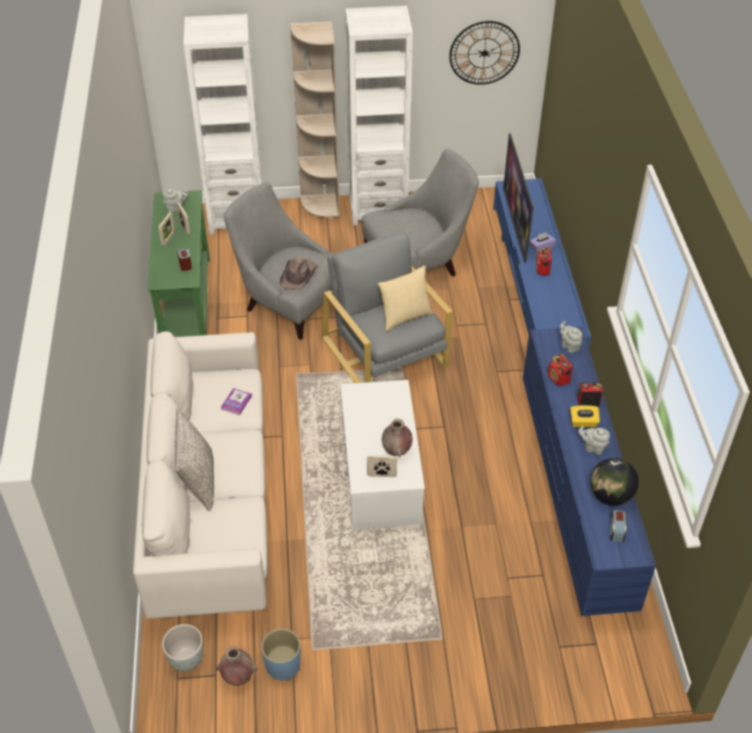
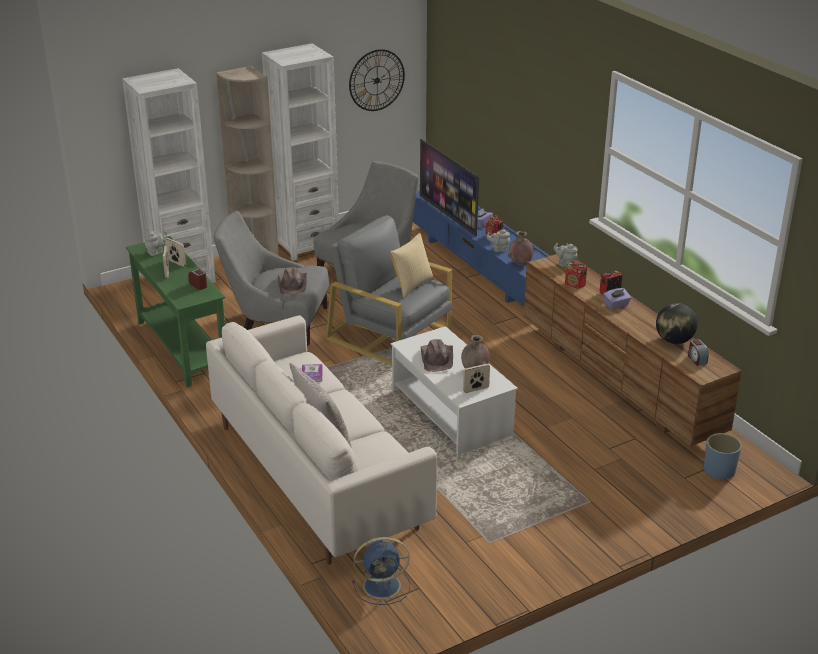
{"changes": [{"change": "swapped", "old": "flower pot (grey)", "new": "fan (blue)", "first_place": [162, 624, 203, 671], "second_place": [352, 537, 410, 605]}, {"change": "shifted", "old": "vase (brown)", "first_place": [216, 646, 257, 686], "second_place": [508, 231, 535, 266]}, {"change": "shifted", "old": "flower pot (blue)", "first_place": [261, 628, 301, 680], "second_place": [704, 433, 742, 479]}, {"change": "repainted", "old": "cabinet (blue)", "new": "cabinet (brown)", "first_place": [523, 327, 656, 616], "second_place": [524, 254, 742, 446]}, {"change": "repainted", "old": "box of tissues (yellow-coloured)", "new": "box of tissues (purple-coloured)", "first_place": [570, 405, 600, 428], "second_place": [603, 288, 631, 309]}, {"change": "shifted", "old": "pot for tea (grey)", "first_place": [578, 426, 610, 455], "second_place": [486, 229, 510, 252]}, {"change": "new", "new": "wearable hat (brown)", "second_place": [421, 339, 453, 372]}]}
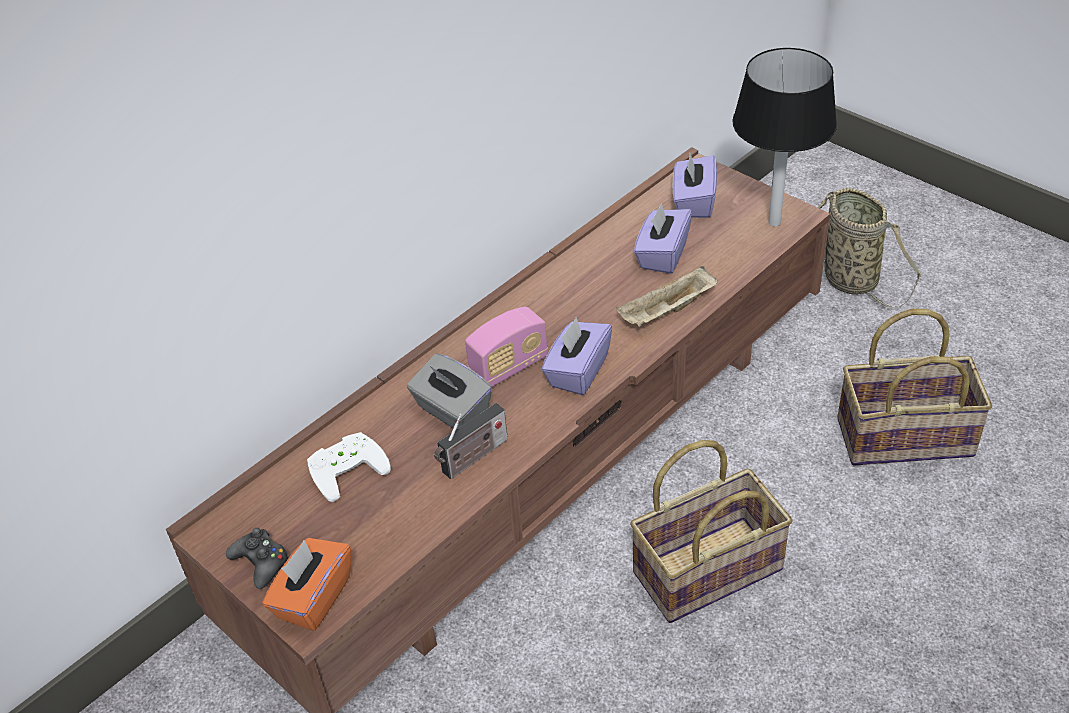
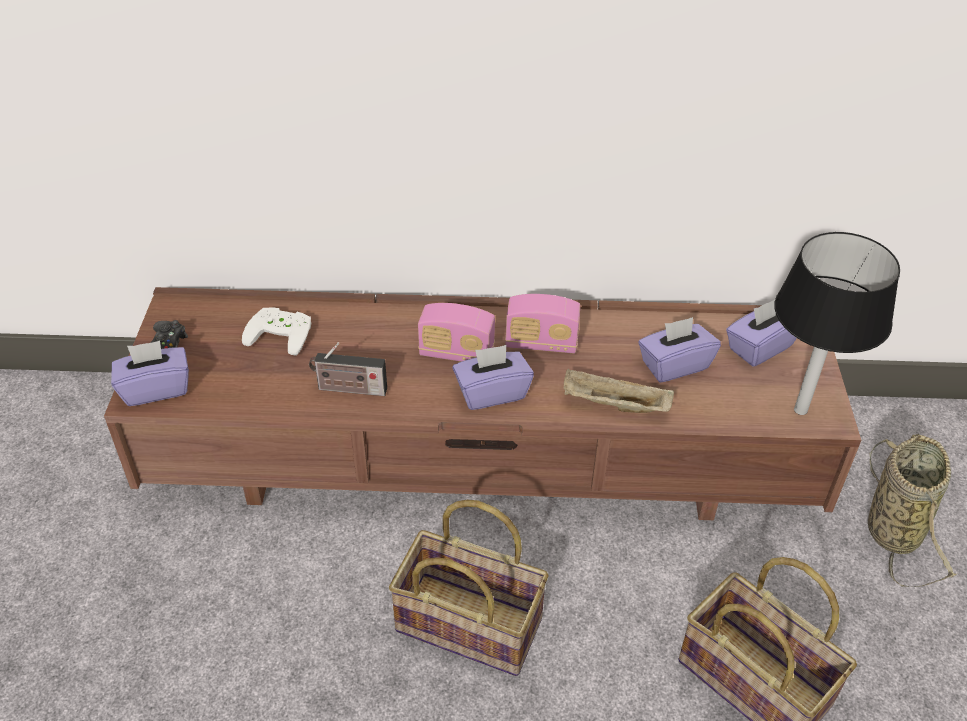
{"changes": [{"change": "repainted", "old": "box of tissues (orange)", "new": "box of tissues (purple-coloured)", "first_place": [262, 538, 351, 631], "second_place": [111, 341, 189, 406]}, {"change": "gone", "old": "box of tissues (grey)", "first_place": [407, 353, 492, 429]}, {"change": "new", "new": "radio set", "second_place": [505, 294, 581, 353]}]}
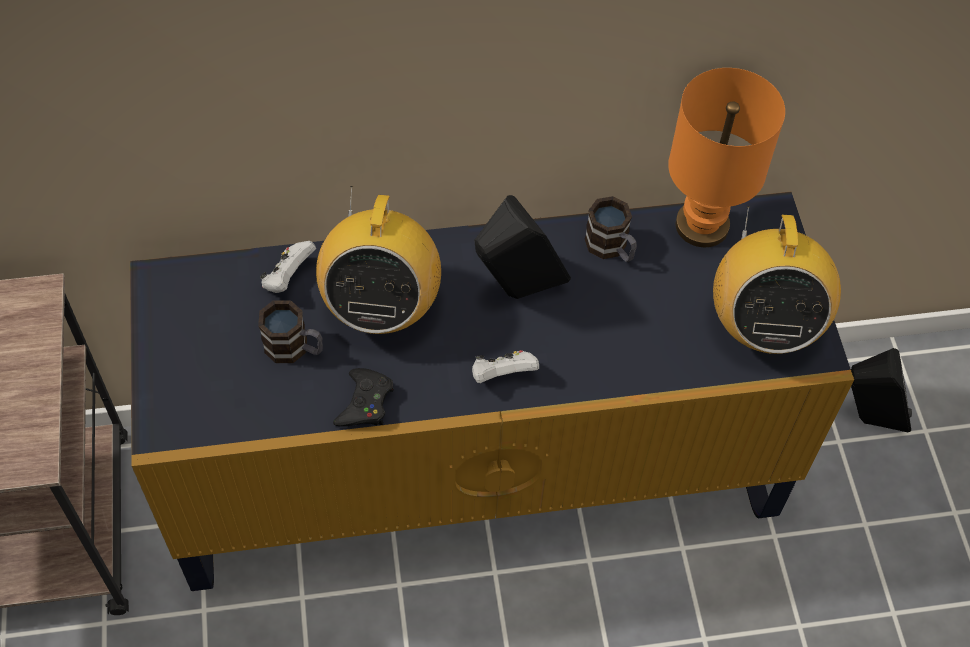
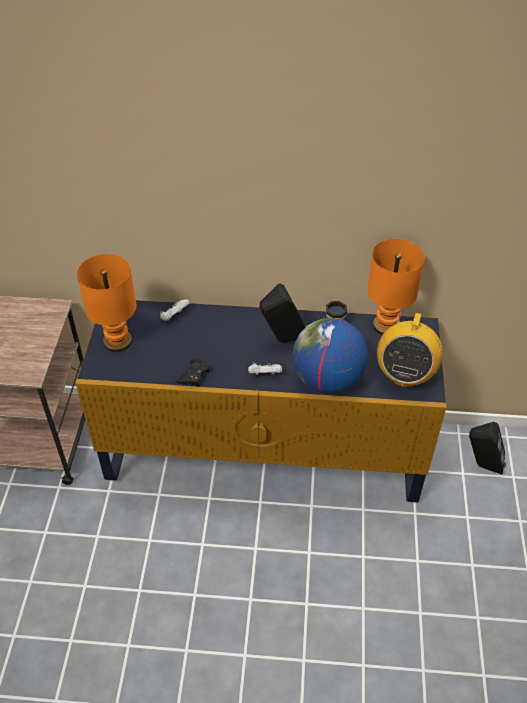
{"changes": [{"change": "gone", "old": "mug", "first_place": [258, 300, 323, 363]}, {"change": "gone", "old": "radio set", "first_place": [316, 186, 441, 334]}, {"change": "new", "new": "lamp for a table (orange)", "second_place": [77, 254, 137, 352]}, {"change": "new", "new": "globe", "second_place": [293, 318, 368, 393]}]}
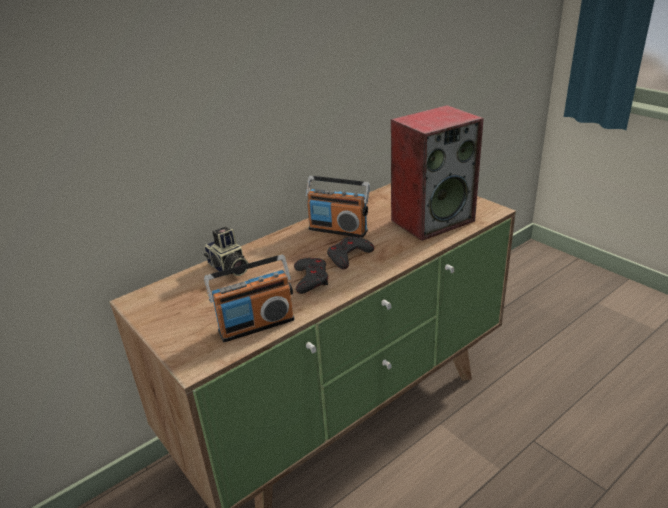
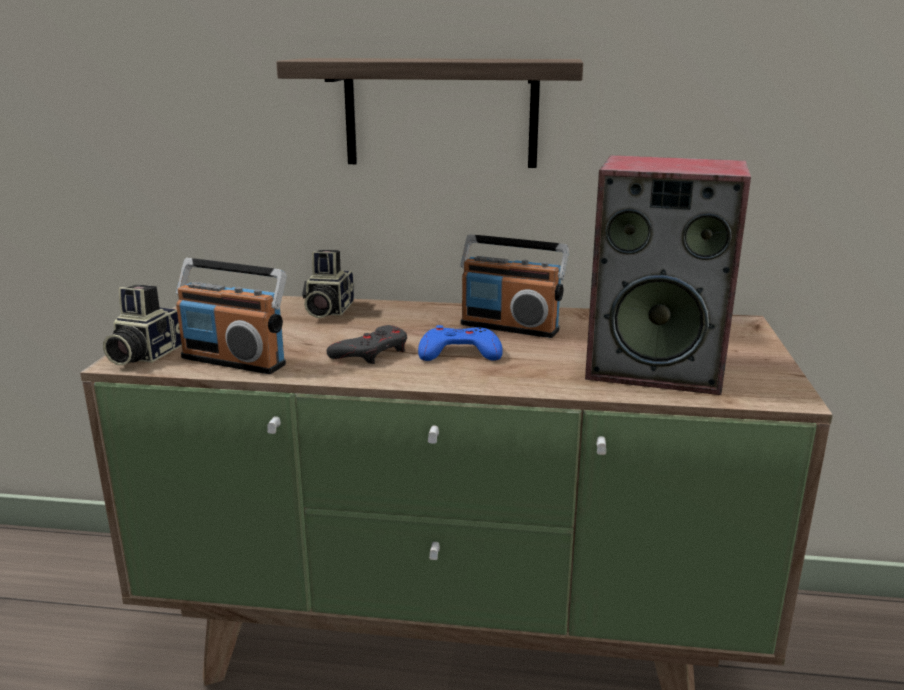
{"changes": [{"change": "rotated", "old": "radio set", "first_place": [306, 176, 370, 238], "second_place": [461, 234, 569, 338], "degrees": -45}, {"change": "repainted", "old": "game controller (grey)", "new": "game controller (blue)", "first_place": [327, 236, 374, 269], "second_place": [418, 325, 503, 361]}, {"change": "new", "new": "photo camera", "second_place": [103, 284, 182, 365]}, {"change": "new", "new": "bracket shelf", "second_place": [276, 58, 583, 168]}]}
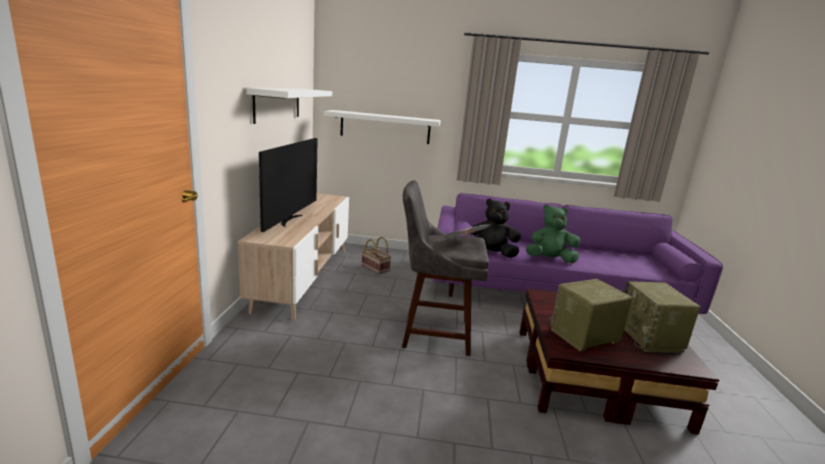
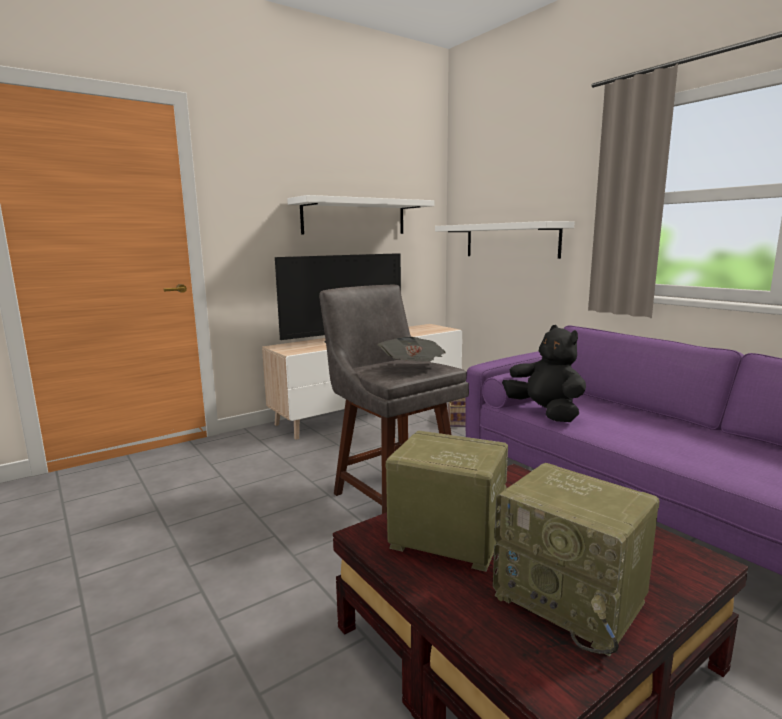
{"changes": [{"change": "gone", "old": "soft toy (green)", "first_place": [526, 205, 580, 263]}, {"change": "rotated", "old": "radio set", "first_place": [624, 281, 700, 353], "second_place": [493, 463, 660, 657], "degrees": -90}]}
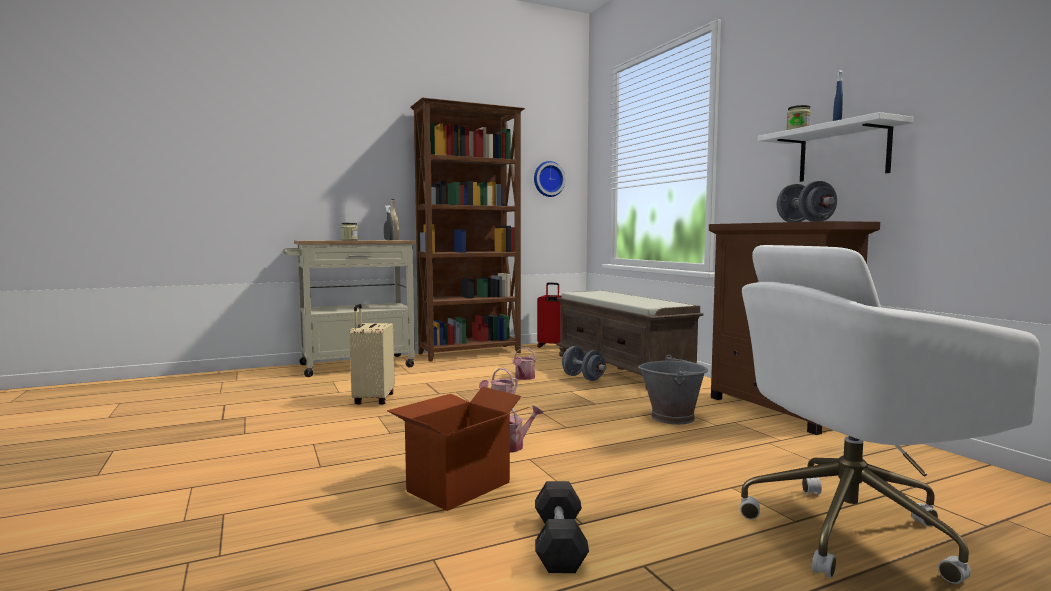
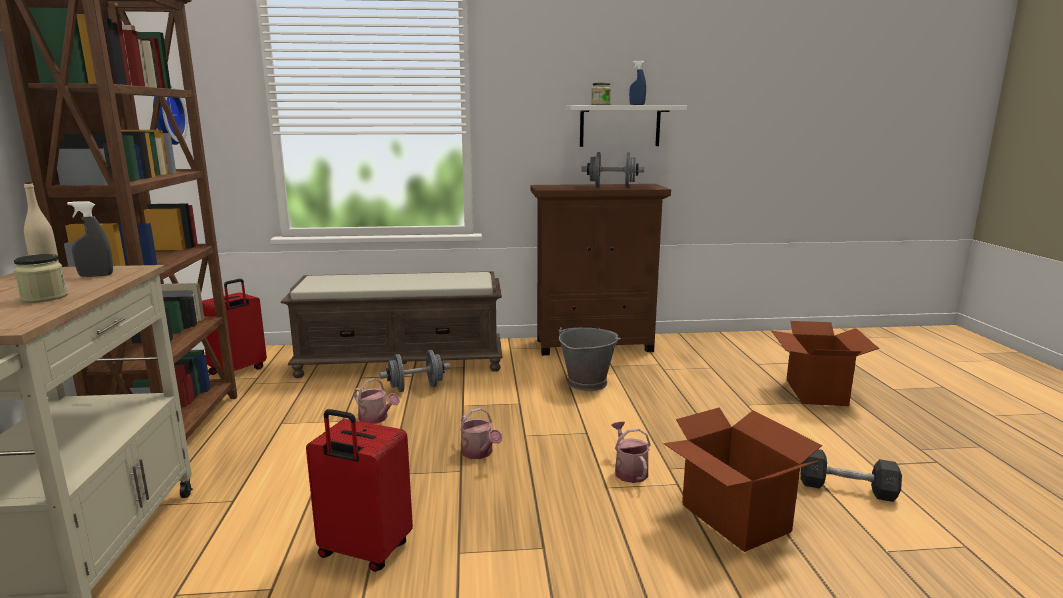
{"changes": [{"change": "repainted", "old": "travel case (beige-coloured)", "new": "travel case (red-coloured)", "first_place": [350, 304, 395, 405], "second_place": [306, 409, 413, 572]}, {"change": "swapped", "old": "computer chair (white-coloured)", "new": "packing box", "first_place": [740, 245, 1040, 584], "second_place": [771, 321, 879, 406]}]}
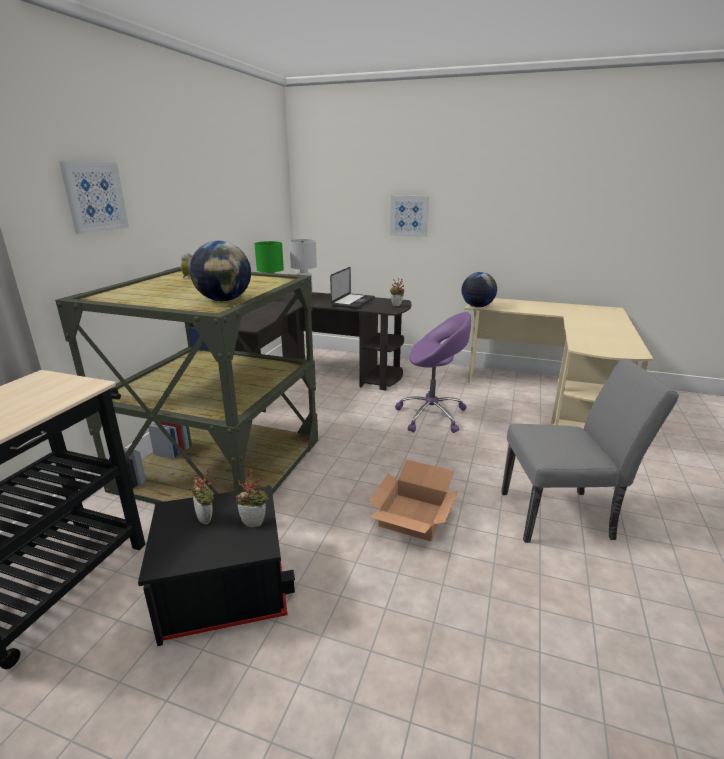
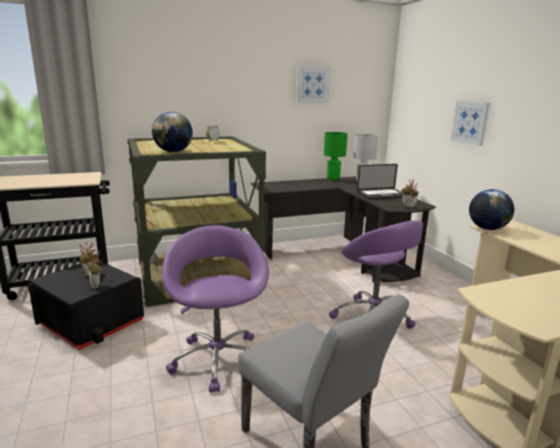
{"changes": [{"change": "shifted", "old": "wall art", "first_place": [59, 161, 129, 234], "second_place": [296, 66, 330, 103]}, {"change": "swapped", "old": "packing box", "new": "computer chair (purple-coloured)", "first_place": [369, 460, 458, 542], "second_place": [162, 225, 269, 393]}]}
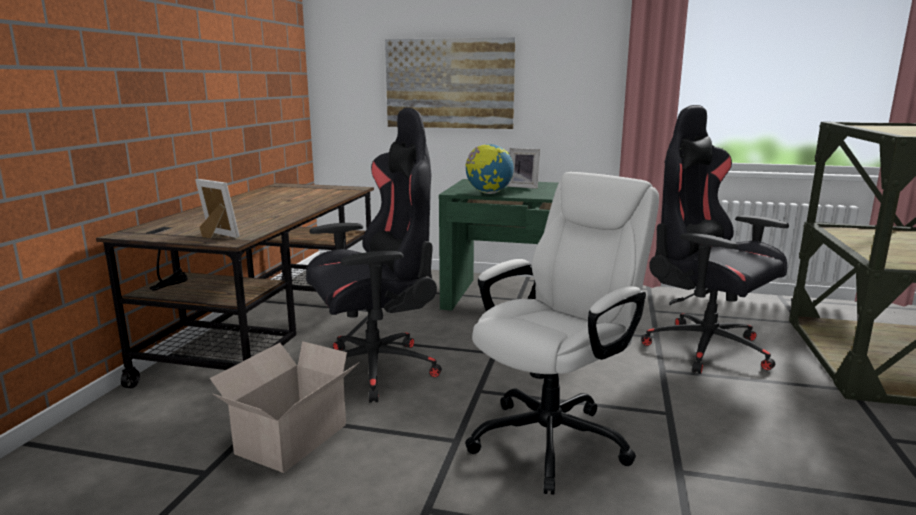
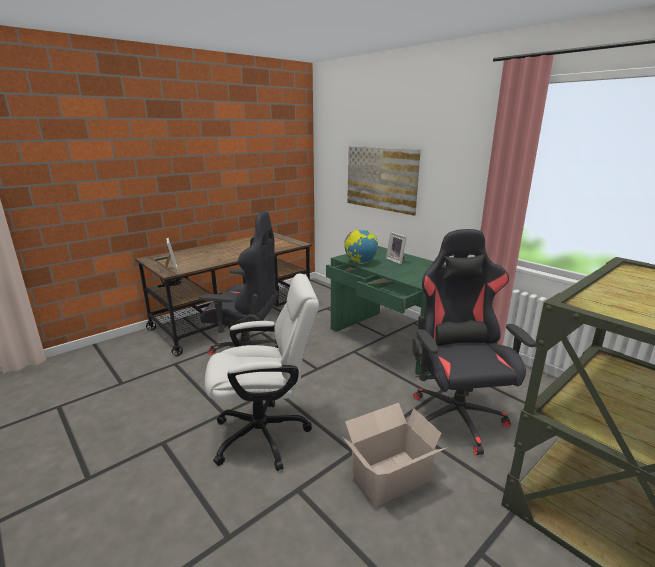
{"changes": [{"change": "shifted", "old": "packing box", "first_place": [210, 341, 358, 473], "second_place": [343, 403, 446, 507]}]}
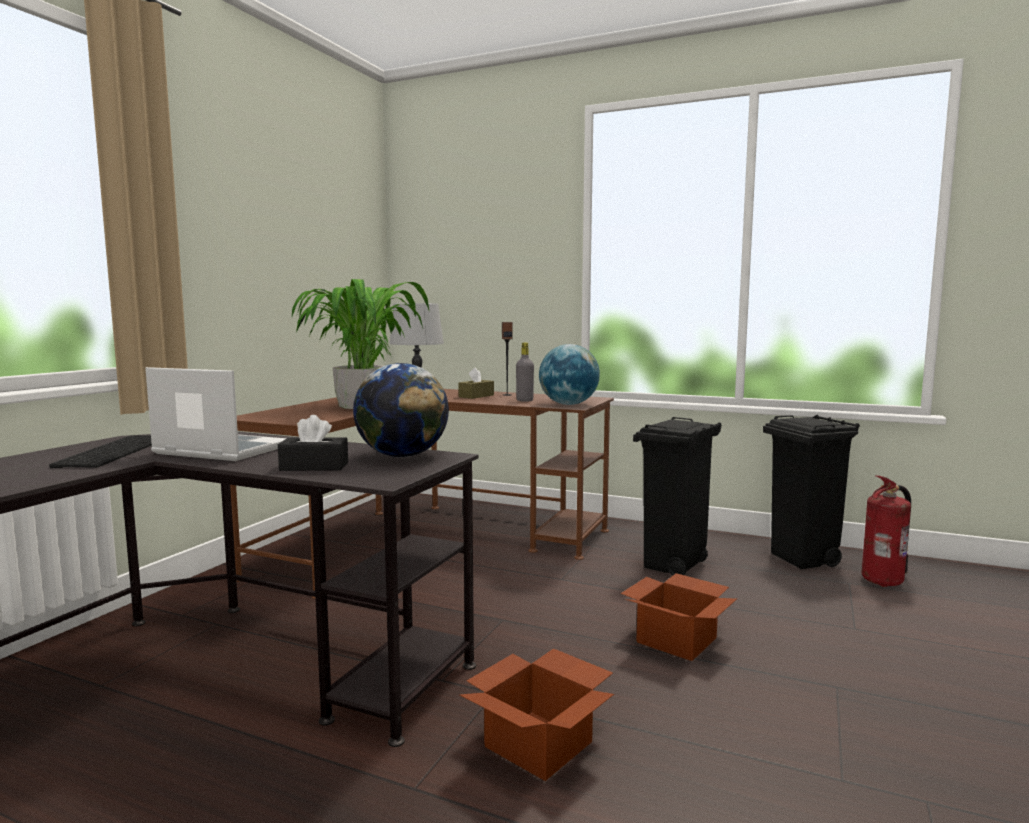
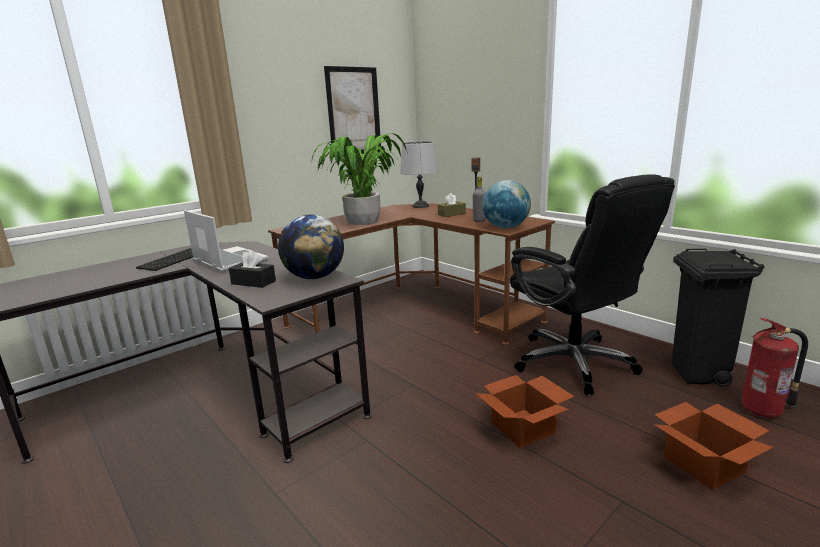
{"changes": [{"change": "shifted", "old": "packing box", "first_place": [459, 649, 614, 781], "second_place": [654, 402, 773, 490]}, {"change": "swapped", "old": "rubbish bin (black)", "new": "computer chair (black)", "first_place": [633, 417, 722, 576], "second_place": [510, 174, 675, 396]}, {"change": "new", "new": "wall art", "second_place": [324, 66, 381, 157]}]}
